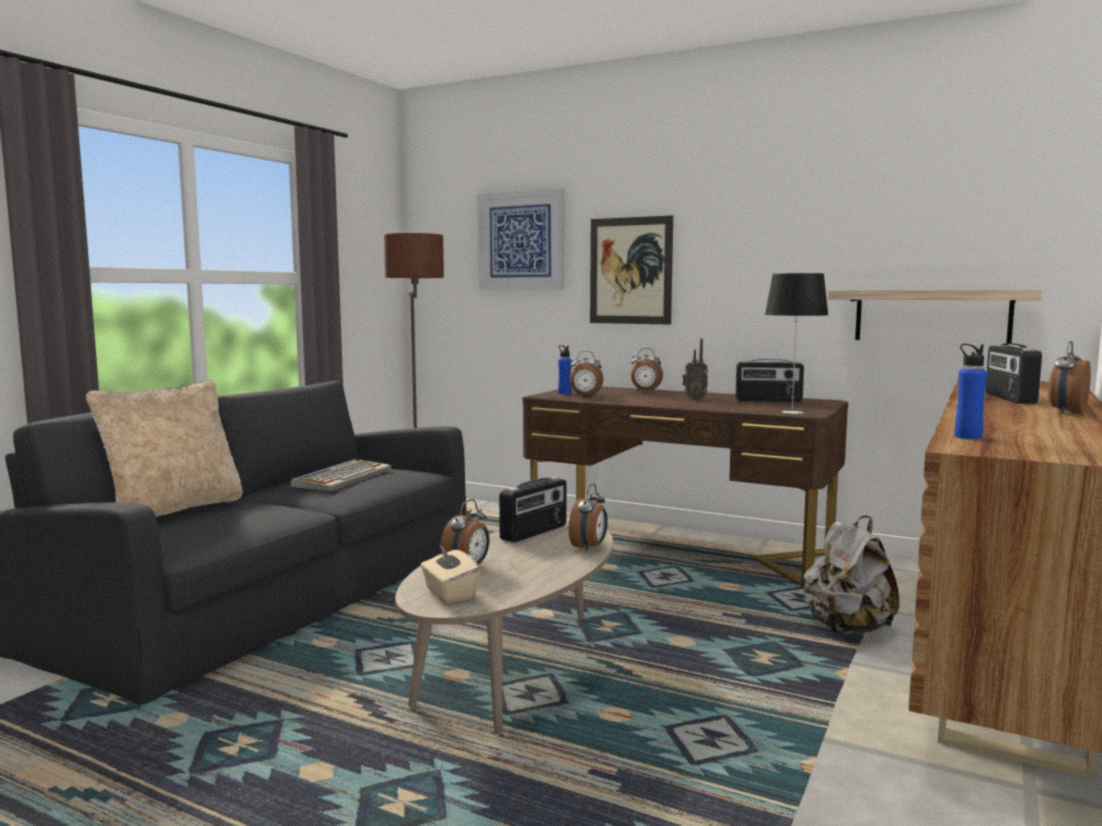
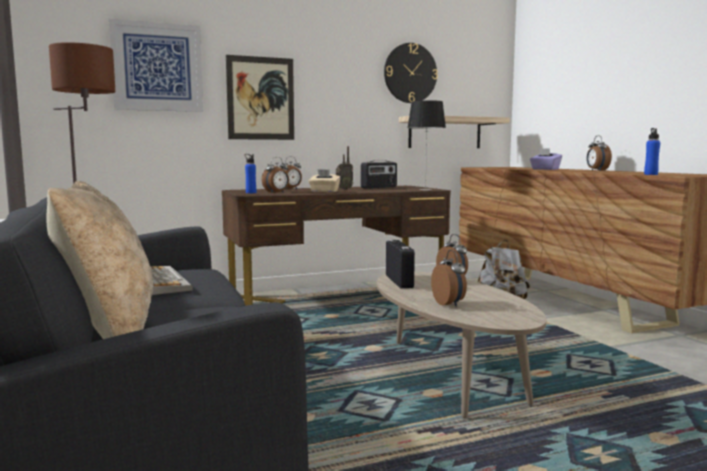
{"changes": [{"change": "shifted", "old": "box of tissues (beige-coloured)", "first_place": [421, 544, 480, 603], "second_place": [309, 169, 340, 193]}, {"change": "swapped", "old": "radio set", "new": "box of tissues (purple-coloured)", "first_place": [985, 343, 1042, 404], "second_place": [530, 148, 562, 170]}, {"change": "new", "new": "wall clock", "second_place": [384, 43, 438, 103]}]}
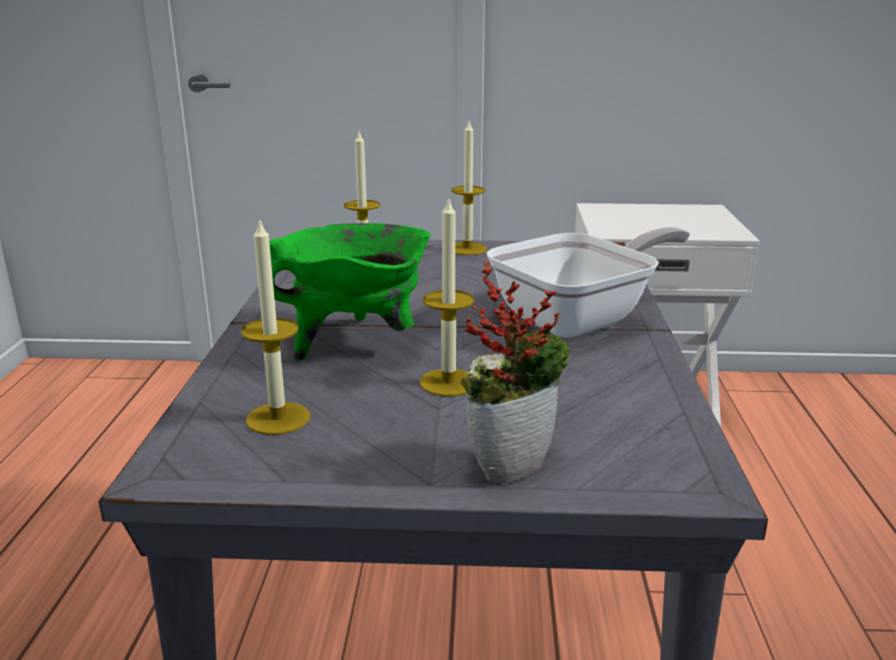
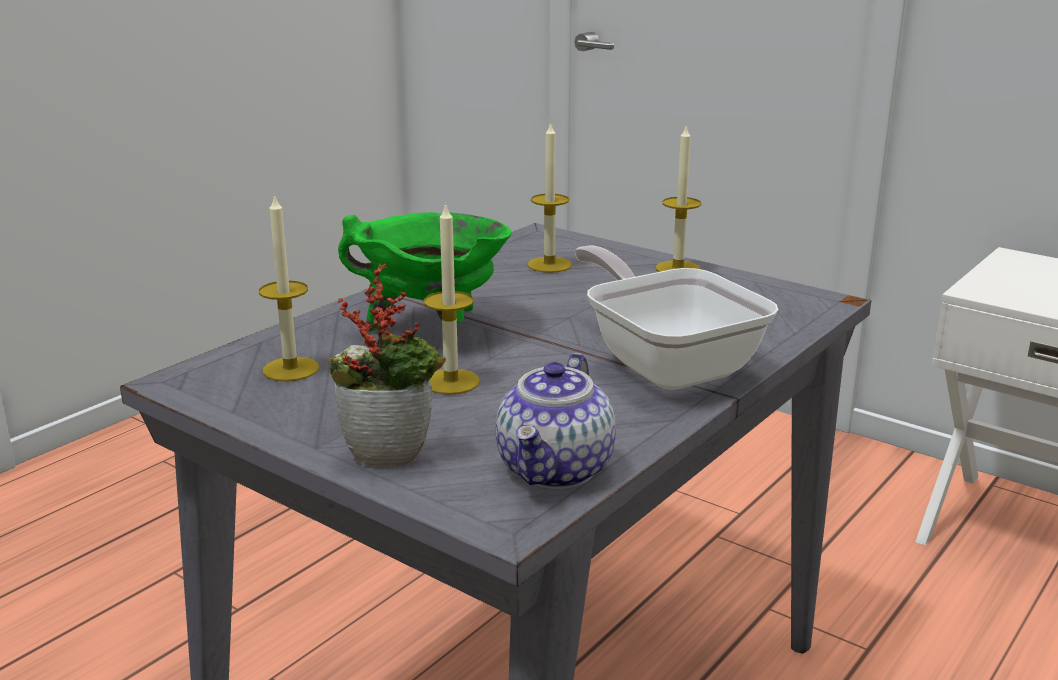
{"changes": [{"change": "rotated", "old": "frying pan", "first_place": [487, 227, 690, 338], "second_place": [574, 245, 779, 390], "degrees": -120}, {"change": "new", "new": "pot for tea", "second_place": [496, 353, 616, 489]}]}
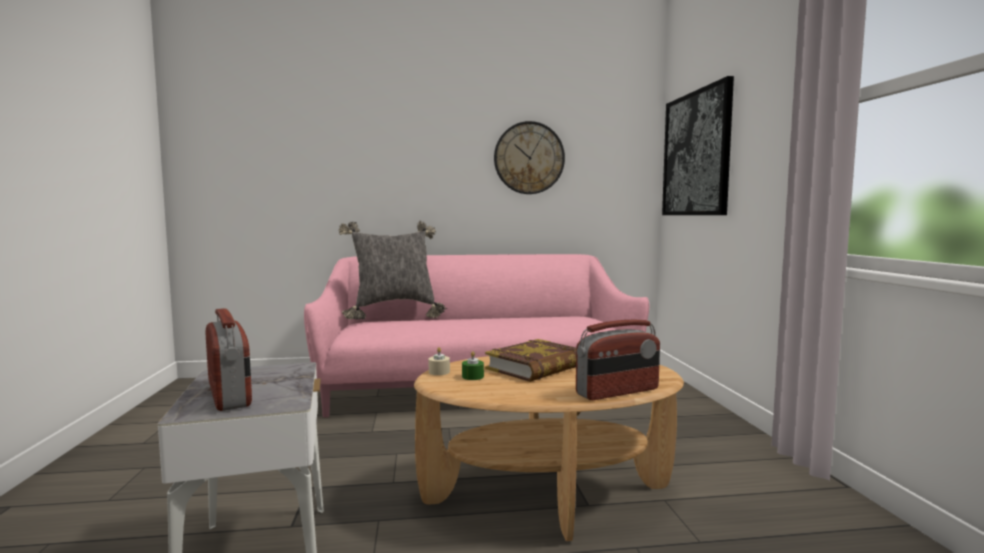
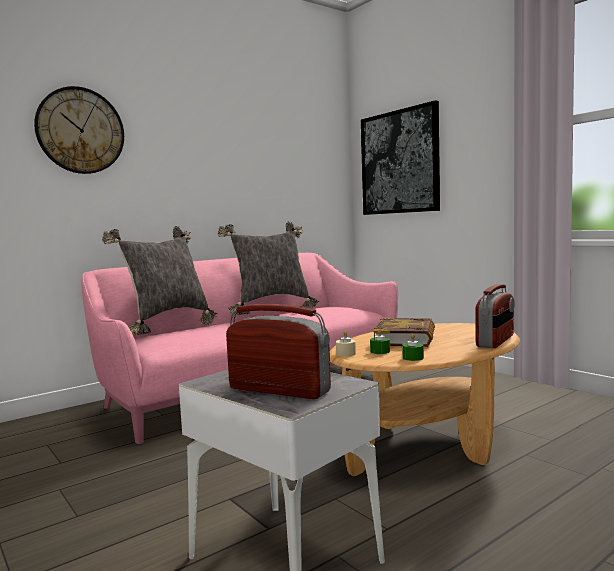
{"changes": [{"change": "shifted", "old": "wall clock", "first_place": [494, 121, 565, 194], "second_place": [34, 86, 124, 174]}, {"change": "new", "new": "throw pillow", "second_place": [218, 221, 320, 315]}, {"change": "new", "new": "wax candle (green)", "second_place": [402, 334, 424, 361]}]}
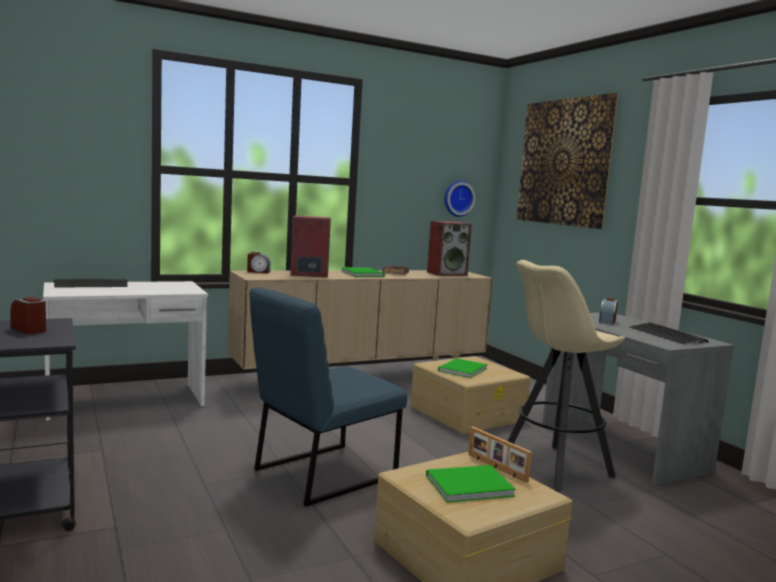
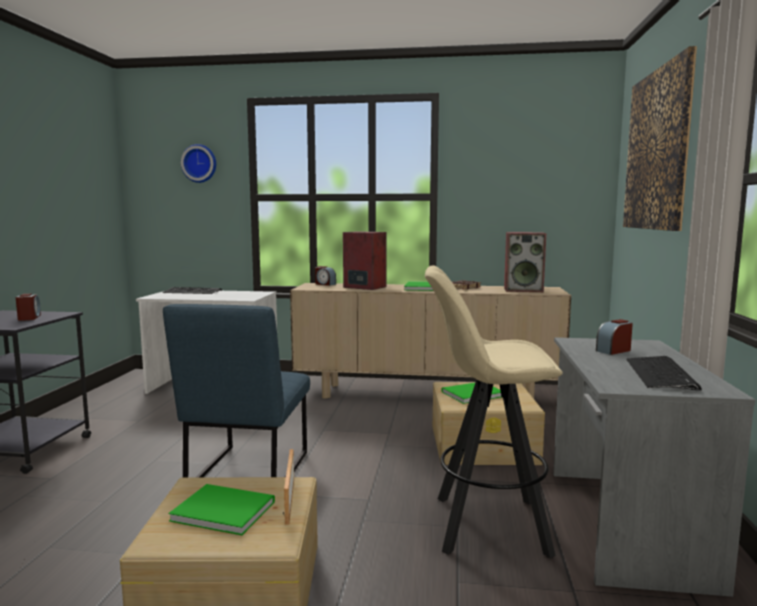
{"changes": [{"change": "rotated", "old": "plain chair (blue)", "first_place": [249, 287, 407, 507], "second_place": [163, 304, 310, 478], "degrees": -75}, {"change": "shifted", "old": "wall clock", "first_place": [444, 180, 475, 217], "second_place": [181, 144, 216, 183]}]}
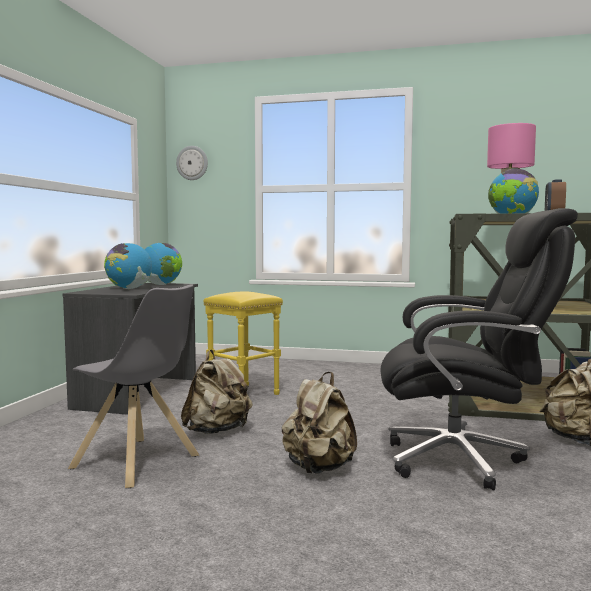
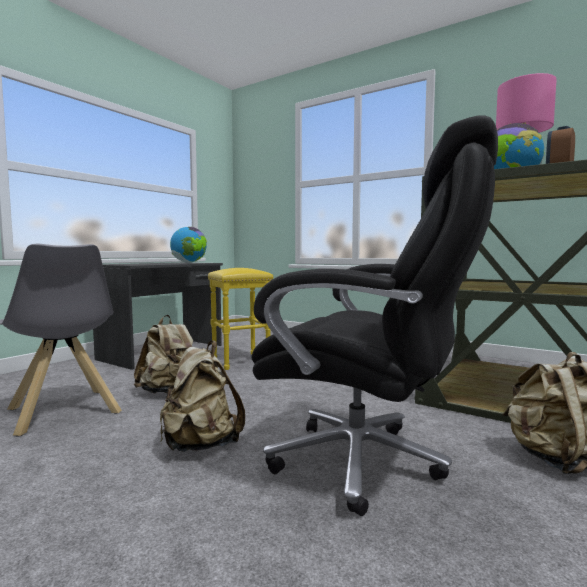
{"changes": [{"change": "gone", "old": "globe", "first_place": [104, 243, 152, 289]}, {"change": "gone", "old": "wall clock", "first_place": [176, 146, 208, 180]}]}
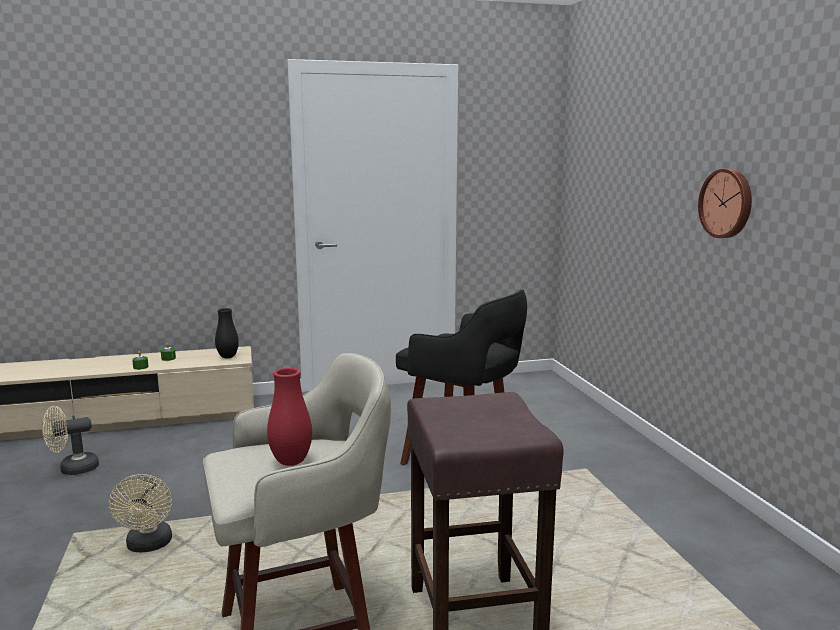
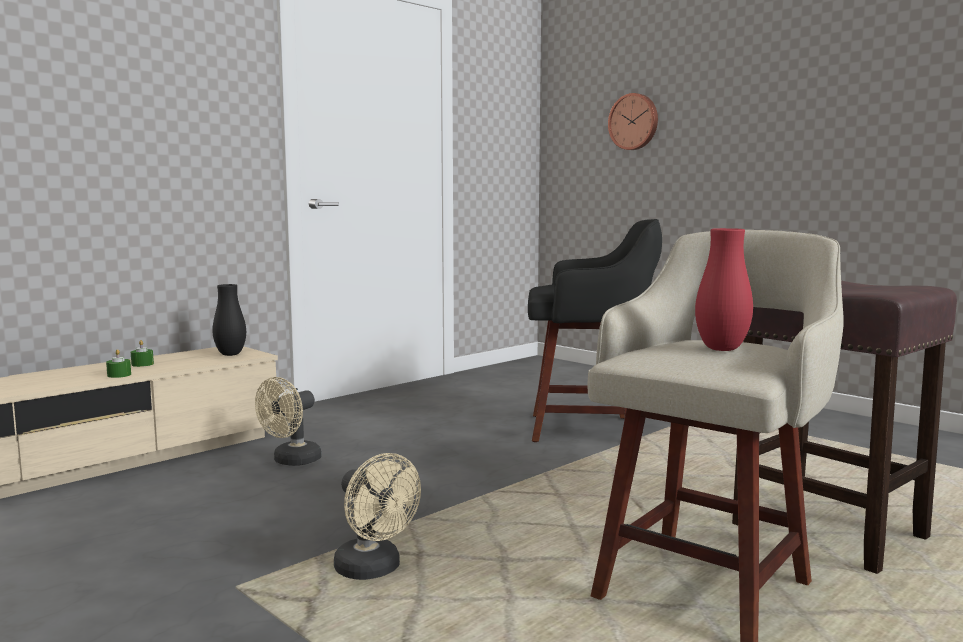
{"changes": [{"change": "shifted", "old": "fan (beige-coloured)", "first_place": [42, 406, 99, 475], "second_place": [255, 377, 322, 466]}, {"change": "shifted", "old": "wall clock", "first_place": [698, 169, 752, 238], "second_place": [608, 93, 658, 150]}]}
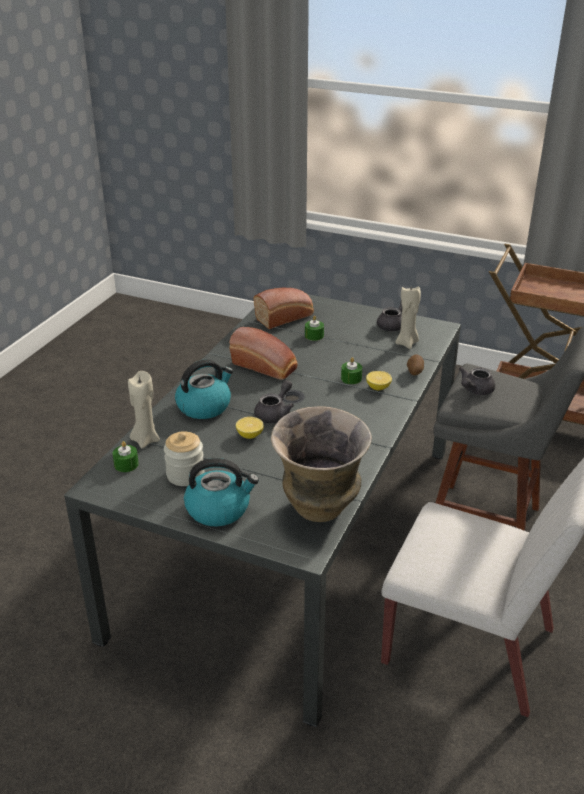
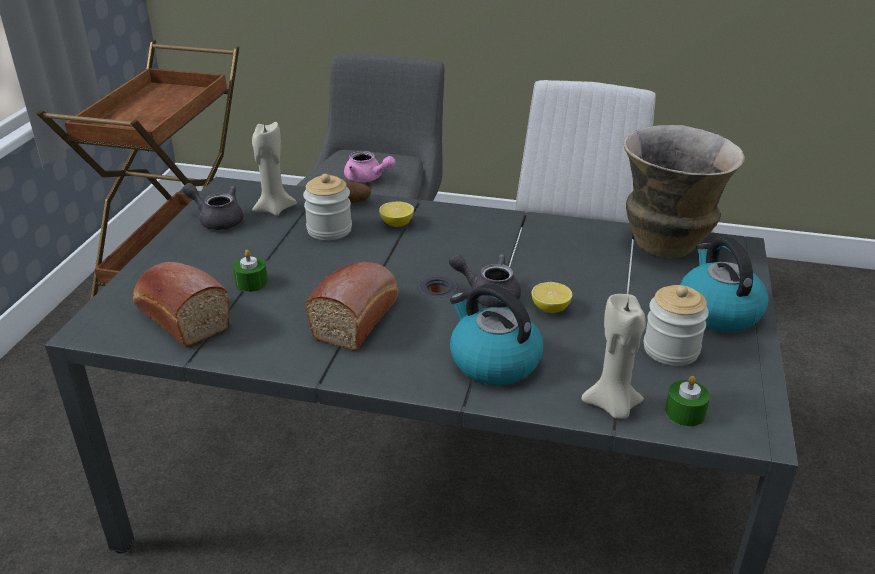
{"changes": [{"change": "gone", "old": "wax candle (green)", "first_place": [341, 357, 362, 384]}, {"change": "repainted", "old": "pot for tea (grey)", "new": "pot for tea (pink-coloured)", "first_place": [459, 367, 495, 395], "second_place": [344, 151, 396, 182]}, {"change": "new", "new": "storage jar", "second_place": [303, 174, 352, 240]}]}
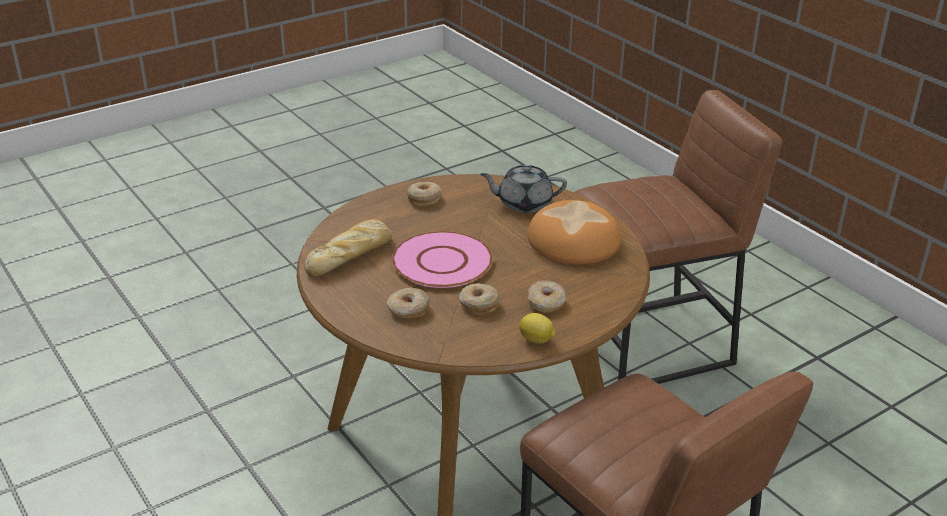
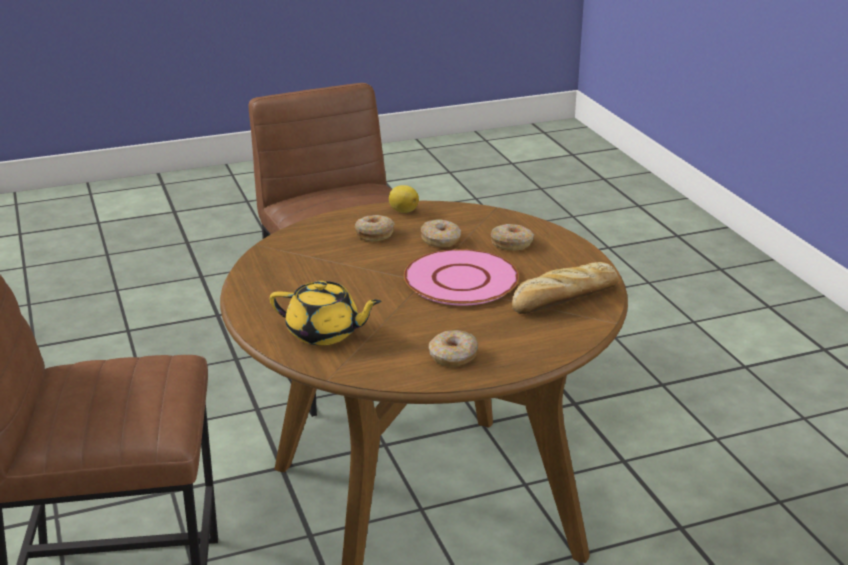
{"changes": [{"change": "repainted", "old": "pot for tea (grey)", "new": "pot for tea (yellow-coloured)", "first_place": [480, 165, 567, 213], "second_place": [270, 281, 382, 345]}, {"change": "gone", "old": "bakery bread", "first_place": [527, 200, 621, 265]}]}
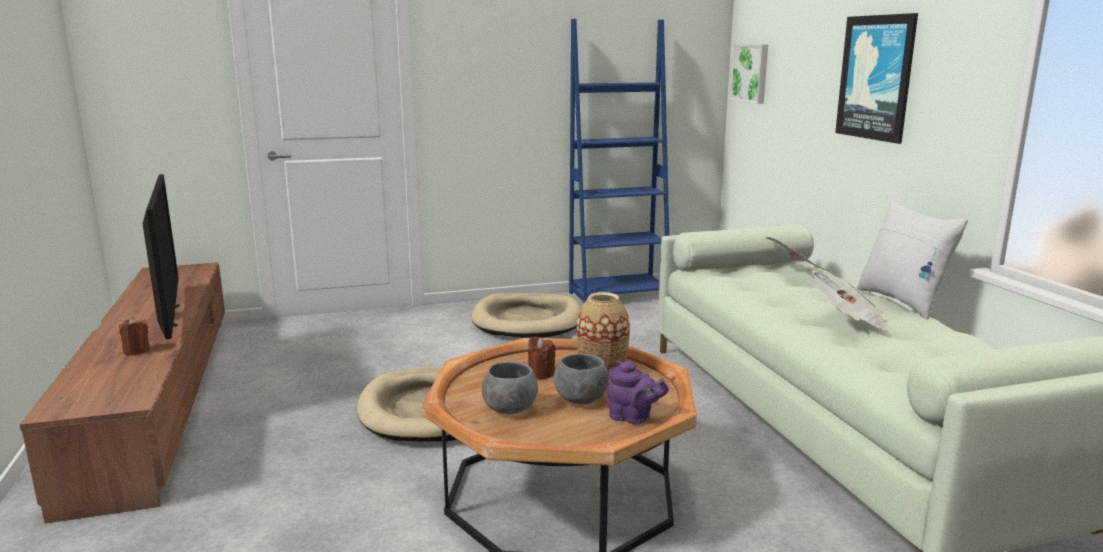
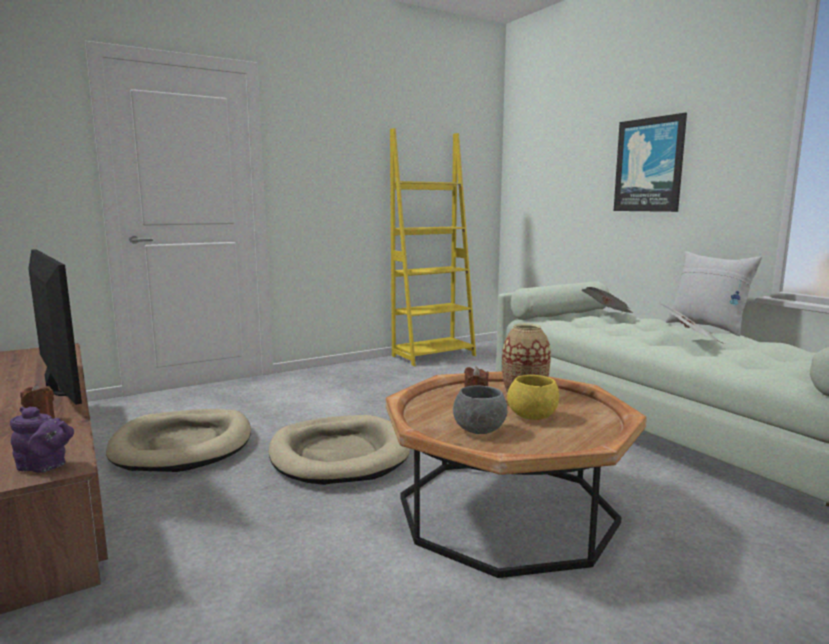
{"changes": [{"change": "shifted", "old": "dog cushion (beige-coloured)", "first_place": [471, 293, 581, 338], "second_place": [106, 409, 251, 472]}, {"change": "repainted", "old": "serving bowl (grey)", "new": "serving bowl (yellow-coloured)", "first_place": [553, 354, 609, 404], "second_place": [507, 375, 559, 420]}, {"change": "repainted", "old": "bookshelf (blue)", "new": "bookshelf (yellow-coloured)", "first_place": [569, 19, 669, 303], "second_place": [390, 128, 476, 366]}, {"change": "shifted", "old": "pot for tea (purple-coloured)", "first_place": [607, 361, 669, 424], "second_place": [10, 406, 74, 473]}, {"change": "gone", "old": "wall art", "first_place": [730, 45, 768, 104]}]}
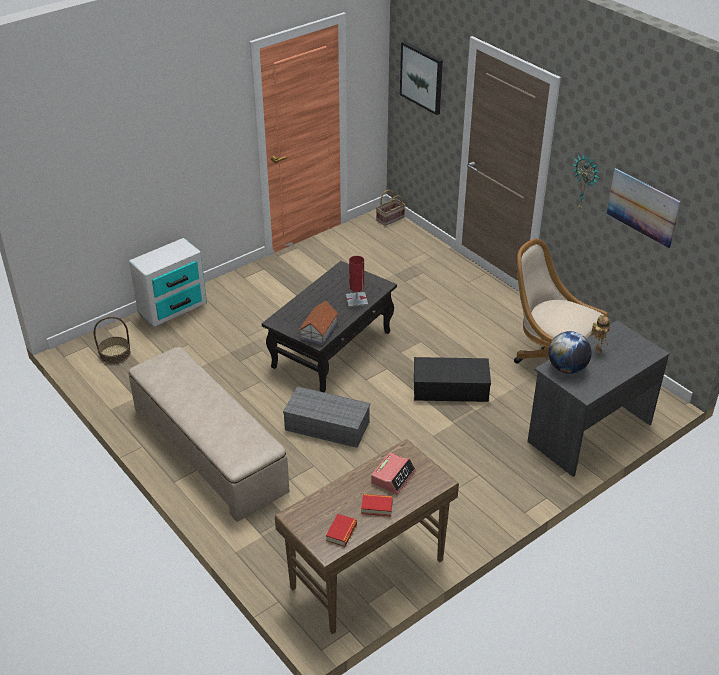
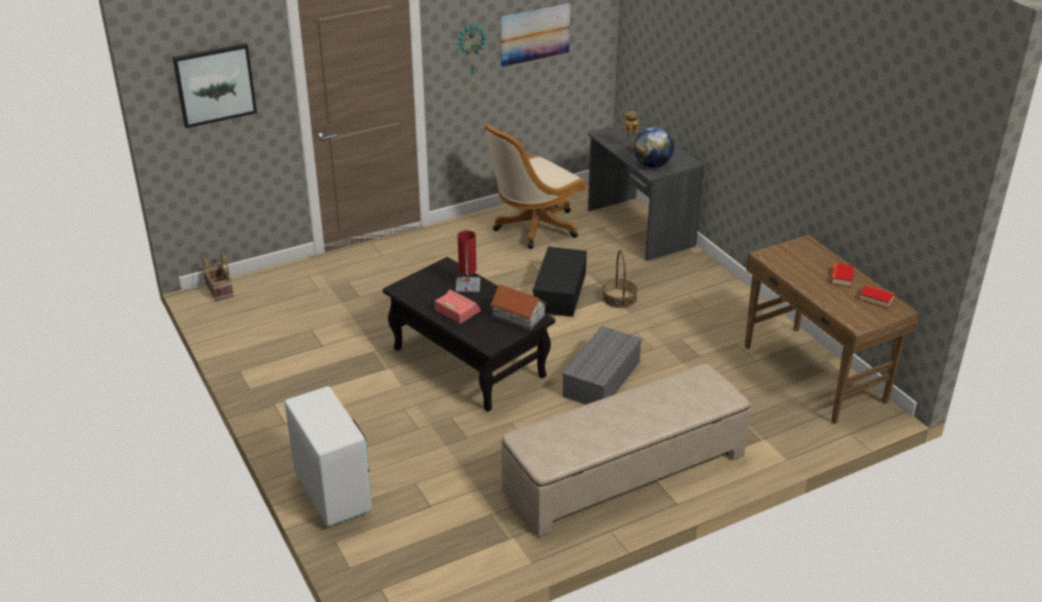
{"changes": [{"change": "shifted", "old": "storage basket", "first_place": [94, 317, 131, 364], "second_place": [602, 250, 637, 308]}, {"change": "shifted", "old": "bedside clock", "first_place": [371, 452, 416, 495], "second_place": [435, 289, 481, 324]}]}
